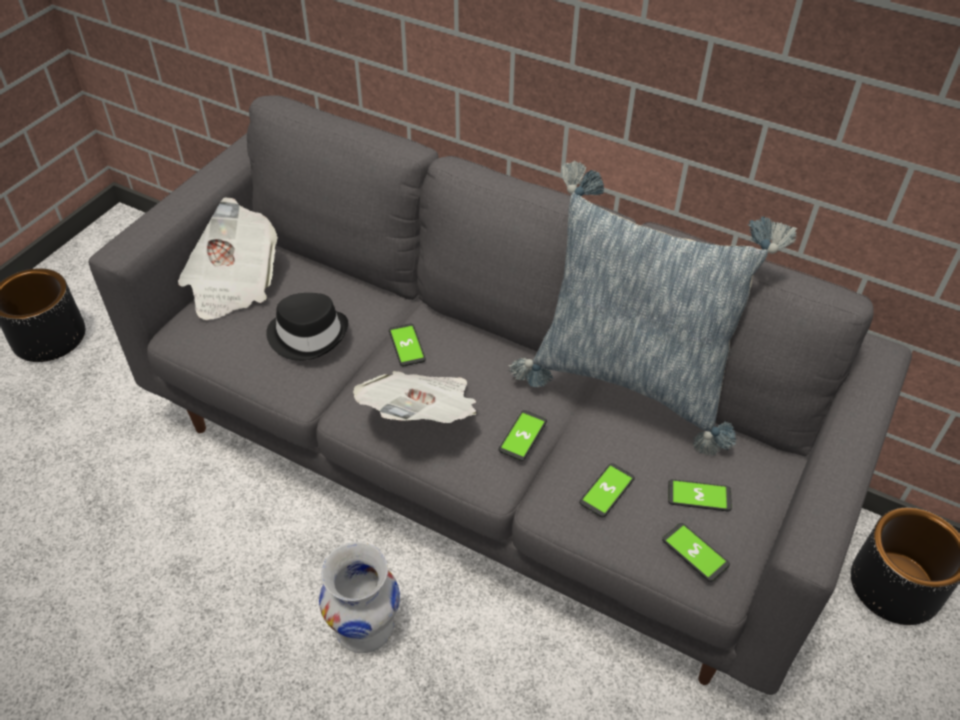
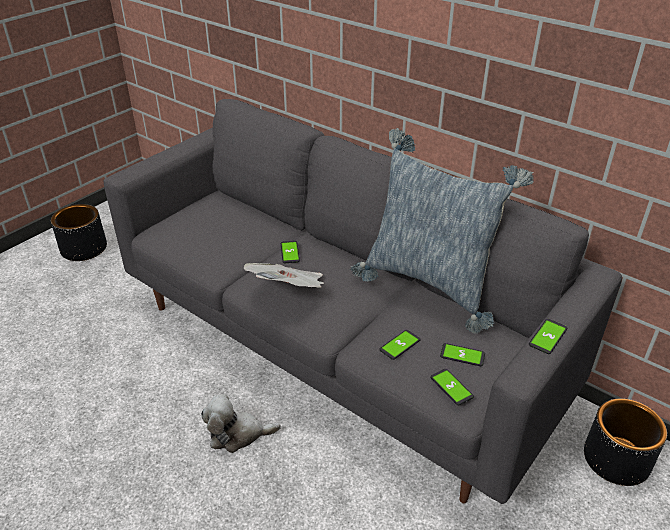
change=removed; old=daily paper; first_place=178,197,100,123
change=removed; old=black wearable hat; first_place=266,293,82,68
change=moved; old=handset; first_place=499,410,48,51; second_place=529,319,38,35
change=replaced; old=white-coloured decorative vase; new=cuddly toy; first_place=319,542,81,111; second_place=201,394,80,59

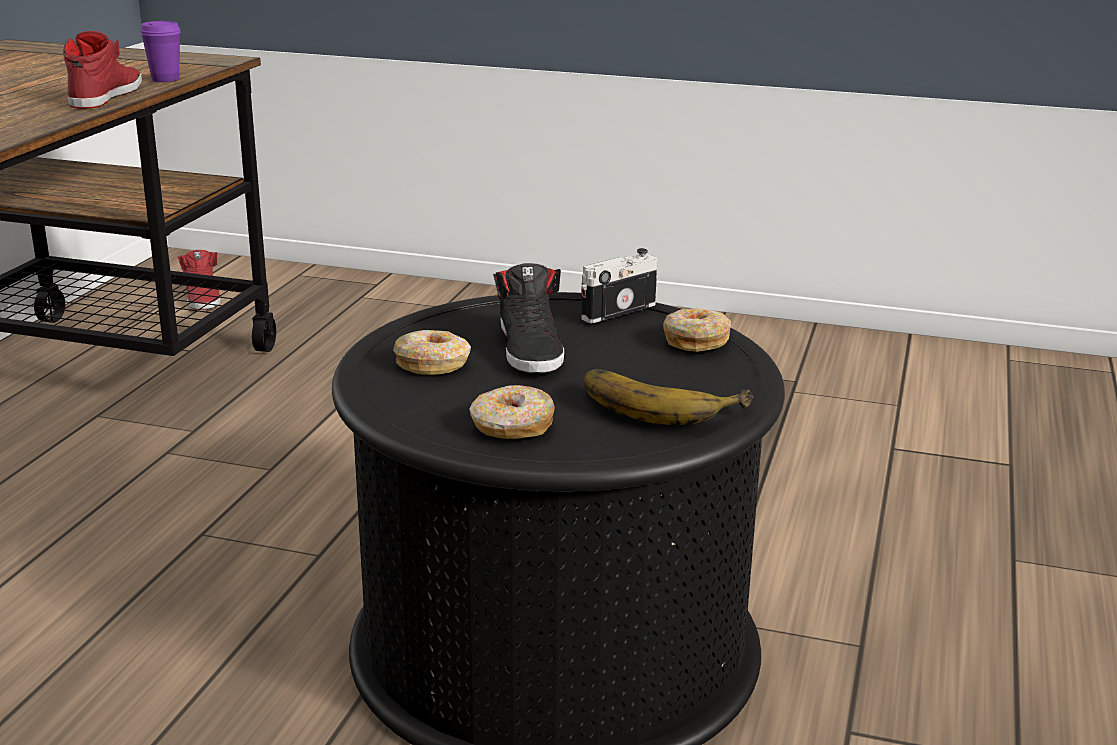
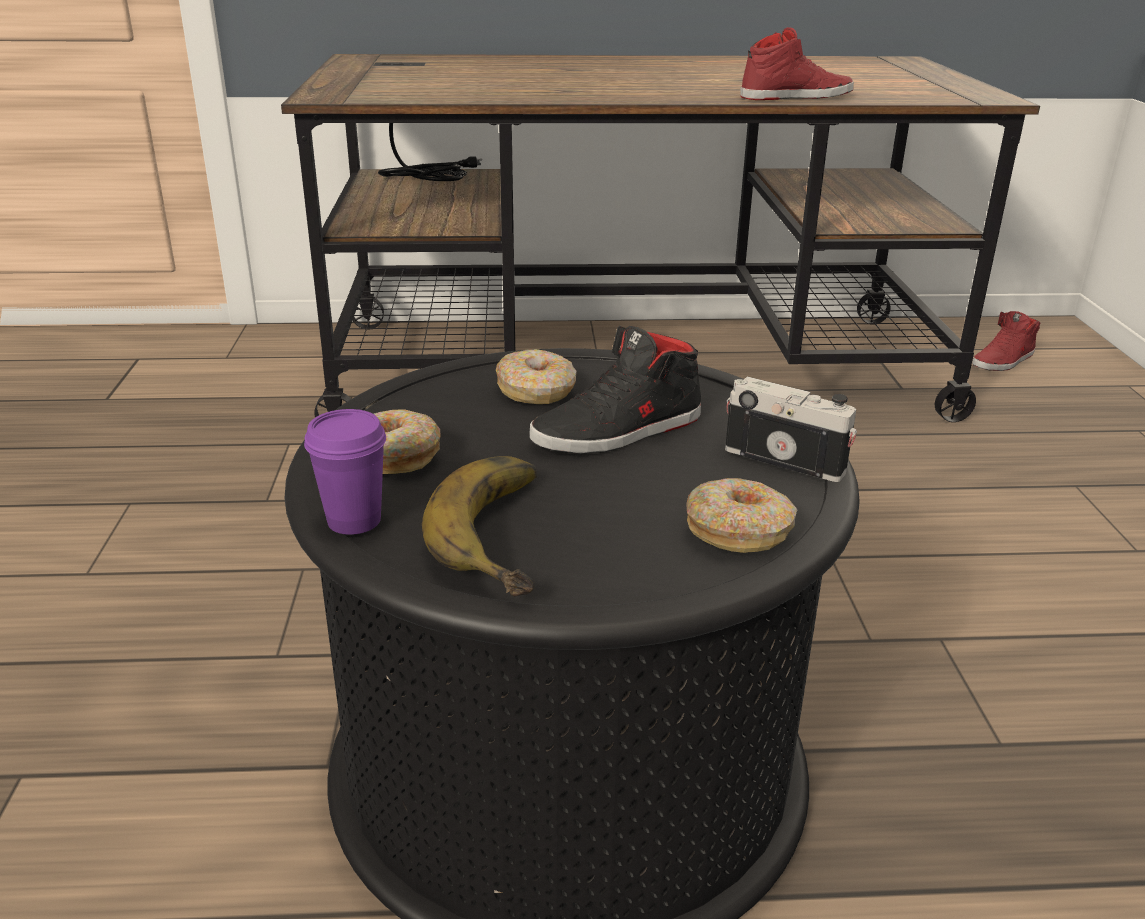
change=moved; old=purple cup; first_place=140,21,41,61; second_place=304,409,82,126

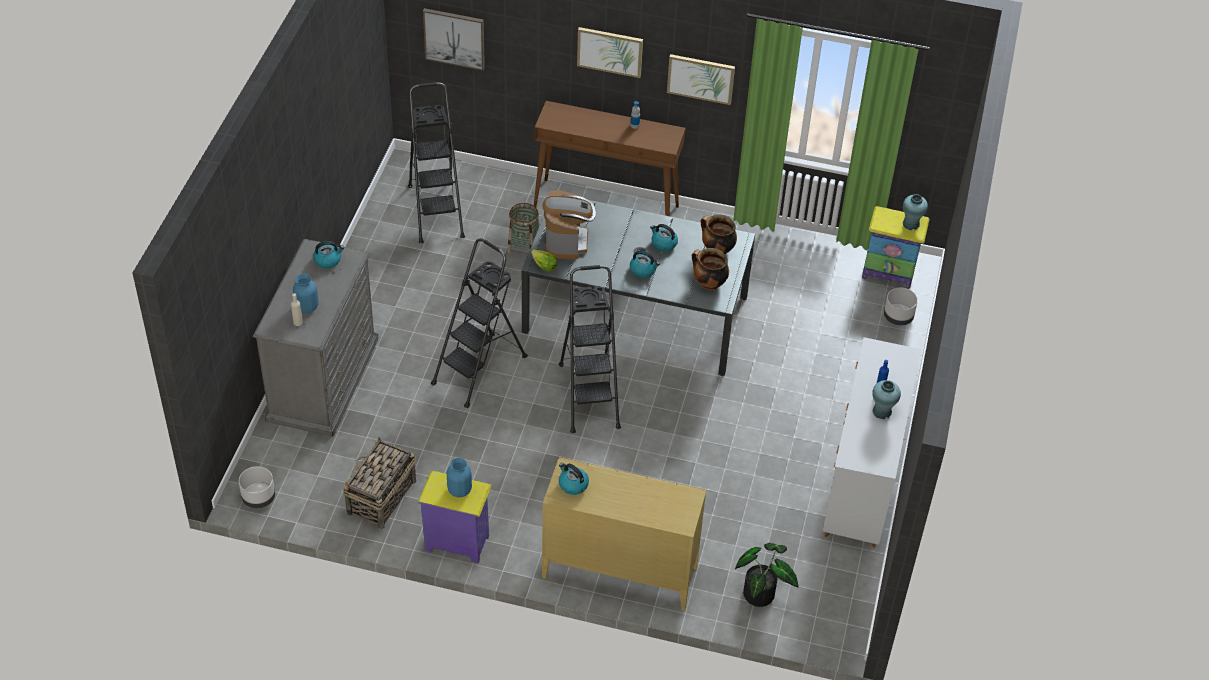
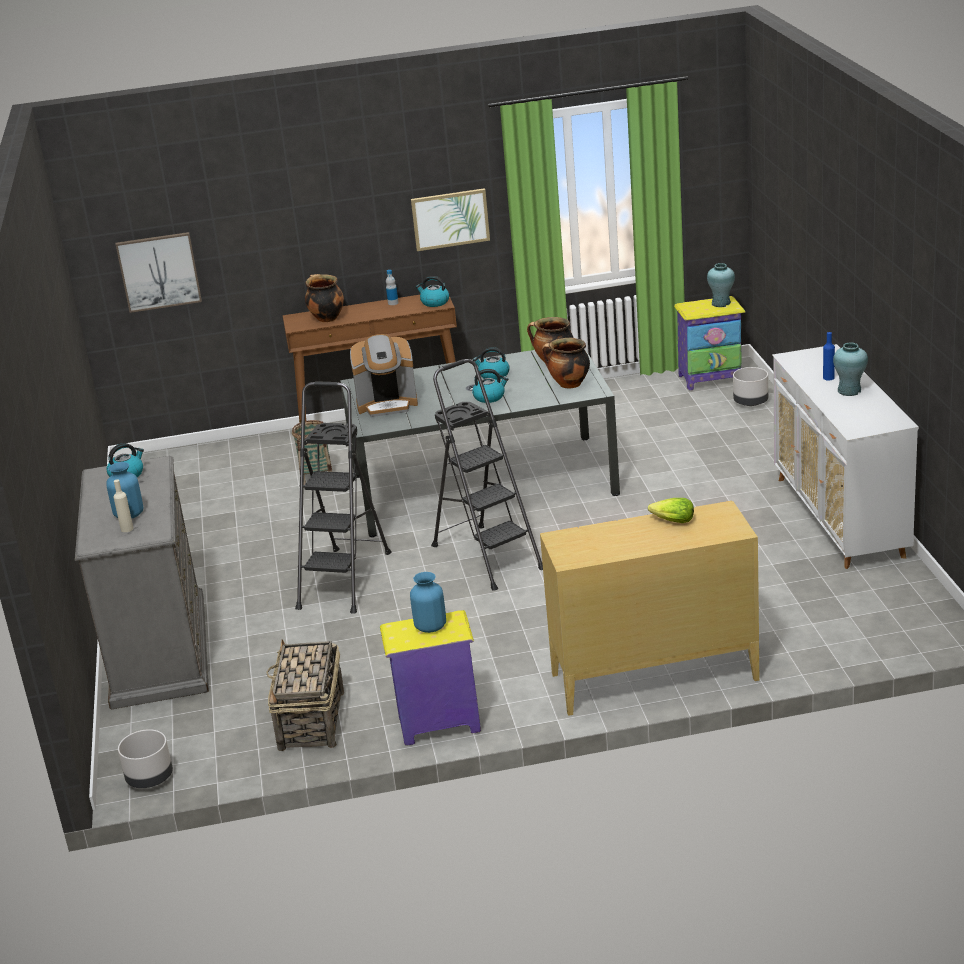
change=removed; old=step ladder; first_place=408,82,57,161
change=removed; old=wall picture; first_place=577,27,66,51
change=removed; old=plant in a pot; first_place=735,543,64,64
change=added; new=saucepot; second_place=305,274,39,48
change=moved; old=lettuce; first_place=531,249,26,22; second_place=648,498,46,25
change=moved; old=kettle; first_place=559,463,30,32; second_place=416,276,33,31
change=turned; old=coffee machine; first_place=542,190,54,69; second_place=350,334,68,83; degrees=105

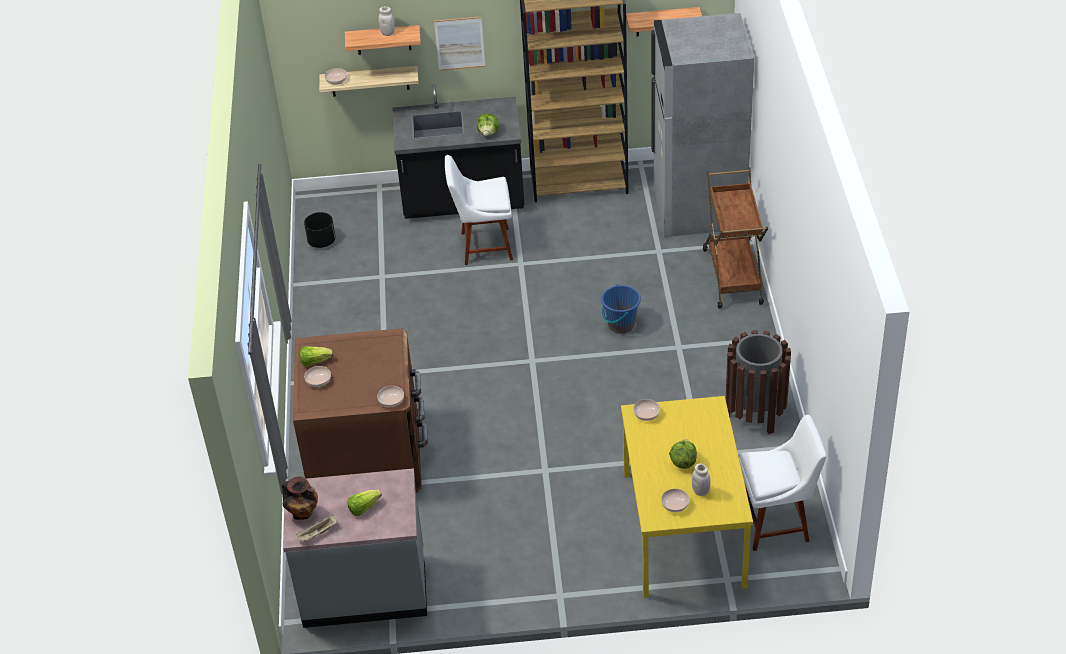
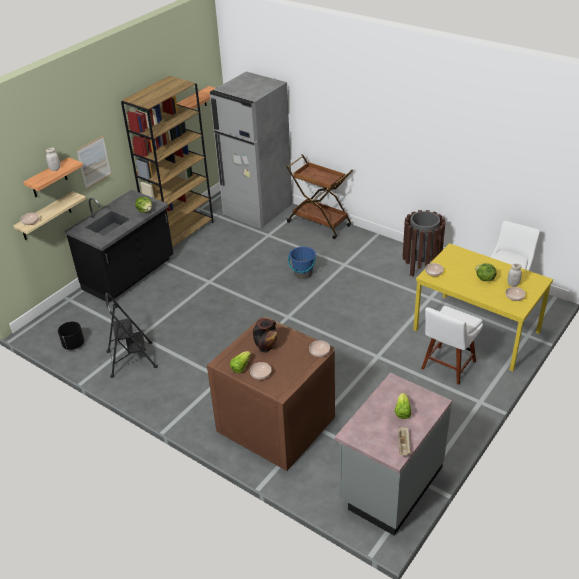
change=added; new=black step ladder; second_place=105,293,53,85
change=moved; old=decorative vase; first_place=282,477,36,43; second_place=253,318,25,35
change=moved; old=white-coloured upright chair; first_place=445,155,68,110; second_place=421,306,62,79

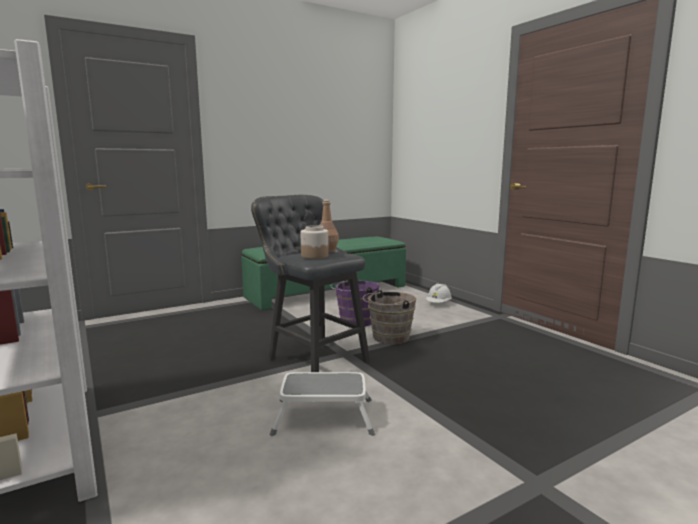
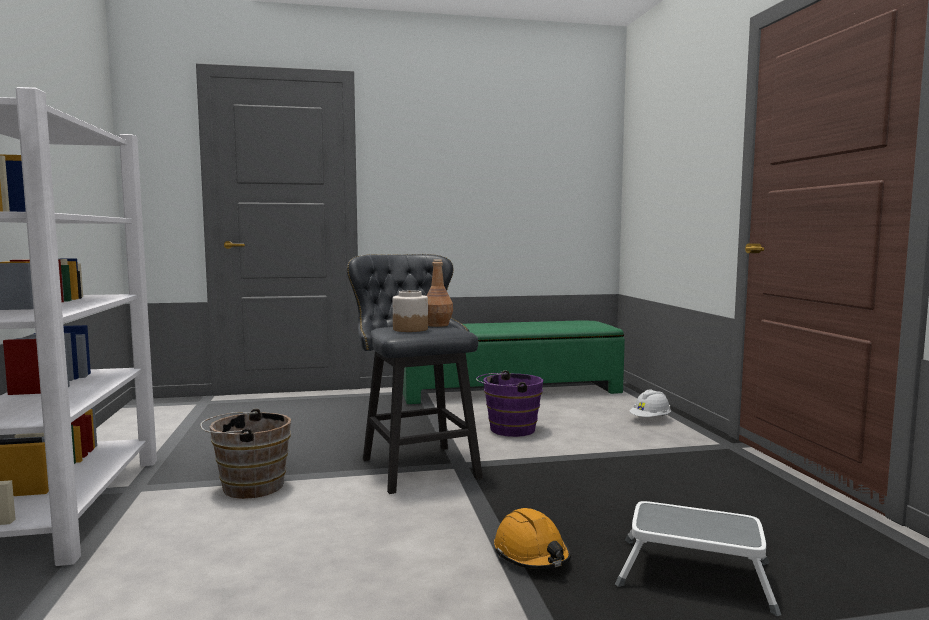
change=added; new=orangey work helmet; second_place=494,508,77,61
change=moved; old=gray step ladder; first_place=270,372,105,64; second_place=615,501,166,115
change=moved; old=brown-coloured pail; first_place=363,290,53,54; second_place=200,409,91,90

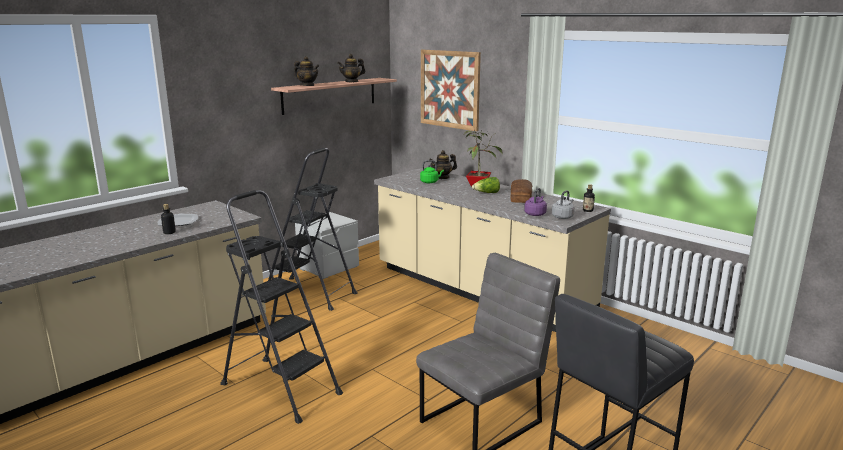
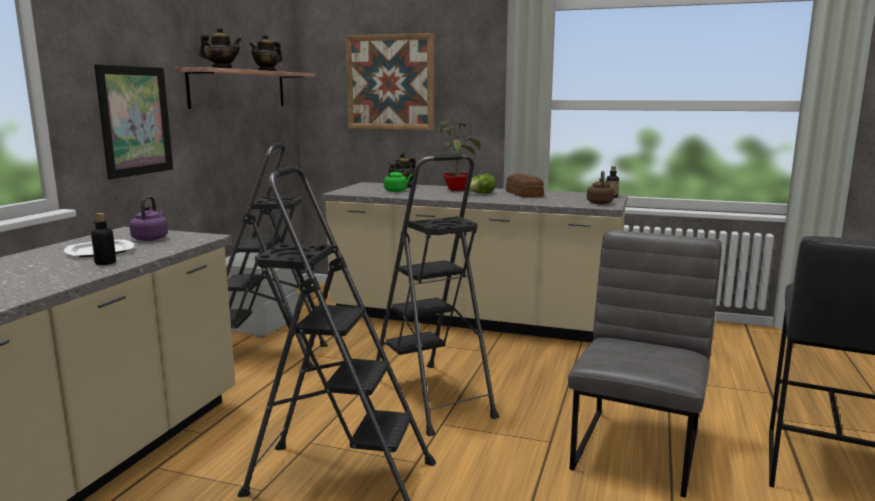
change=added; new=wall picture; second_place=94,64,79,115
change=added; new=step ladder; second_place=376,153,123,283
change=moved; old=purple kettle; first_place=524,188,23,28; second_place=129,196,39,45
change=recoloured; old=gray kettle; new=brown-coloured kettle; first_place=552,190,23,29; second_place=587,171,27,33

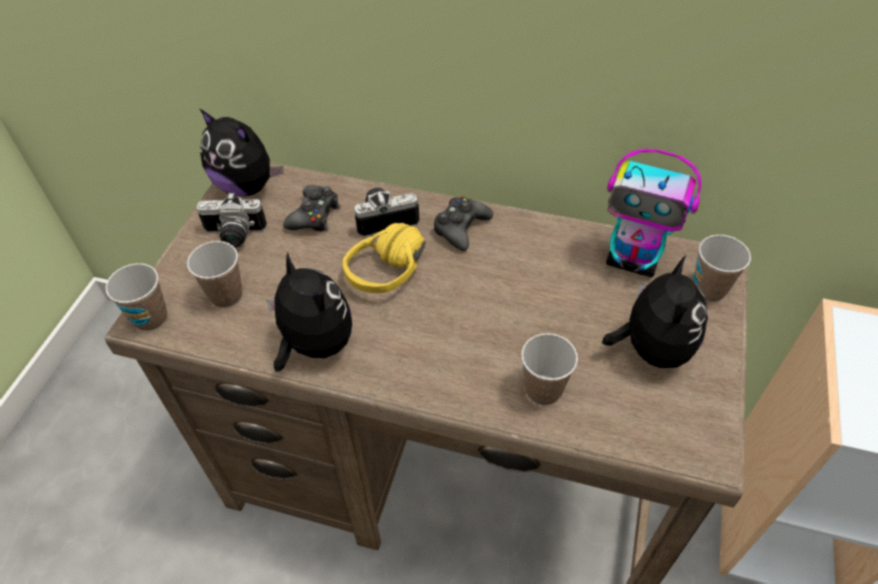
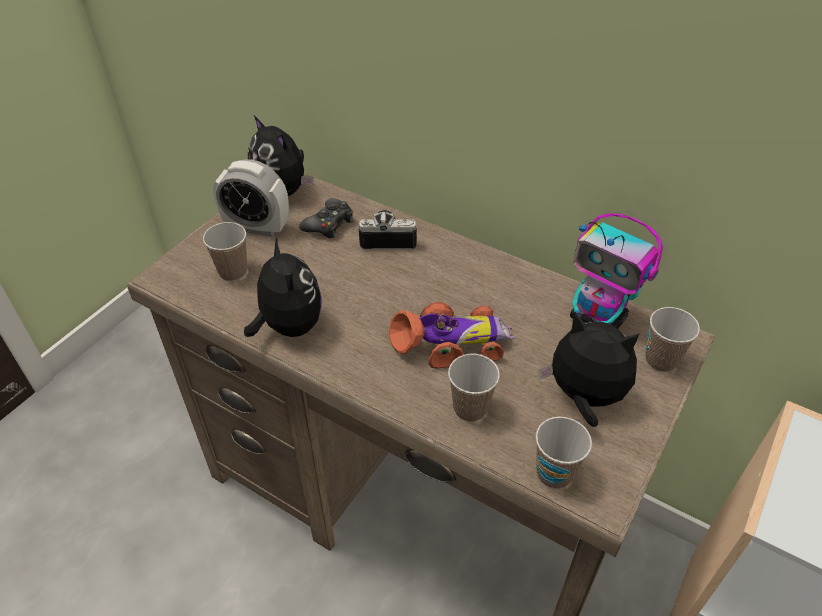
change=removed; old=yellow pair of headphones; first_place=343,223,82,70
change=removed; old=black joypad; first_place=433,196,60,55
change=added; new=toy car; second_place=389,302,126,66
change=moved; old=cup; first_place=106,263,61,68; second_place=536,417,56,72
change=replaced; old=still camera; new=table clock; first_place=196,192,71,56; second_place=213,159,76,78
change=turned; old=cuddly toy; first_place=602,255,106,113; second_place=539,312,101,115; degrees=-90

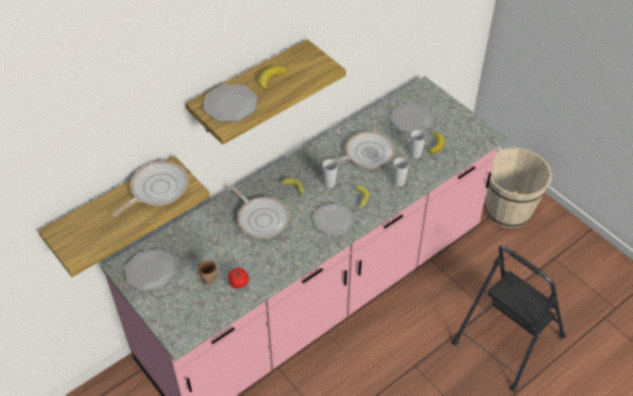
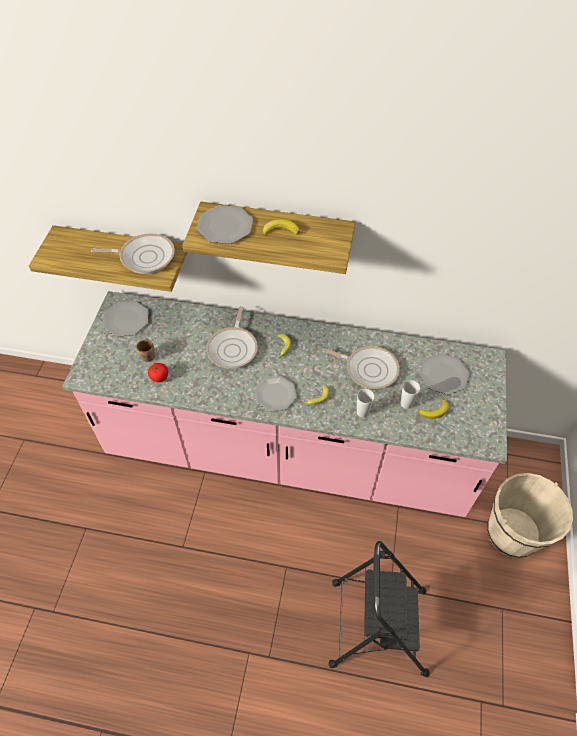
change=removed; old=cup; first_place=322,159,16,29

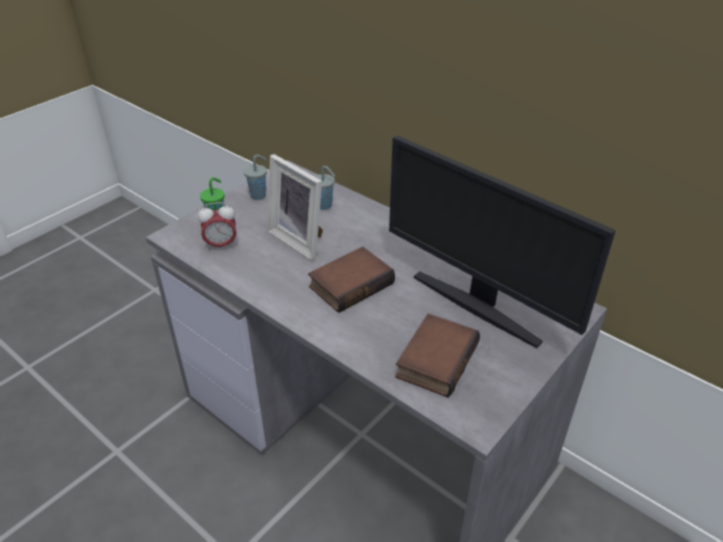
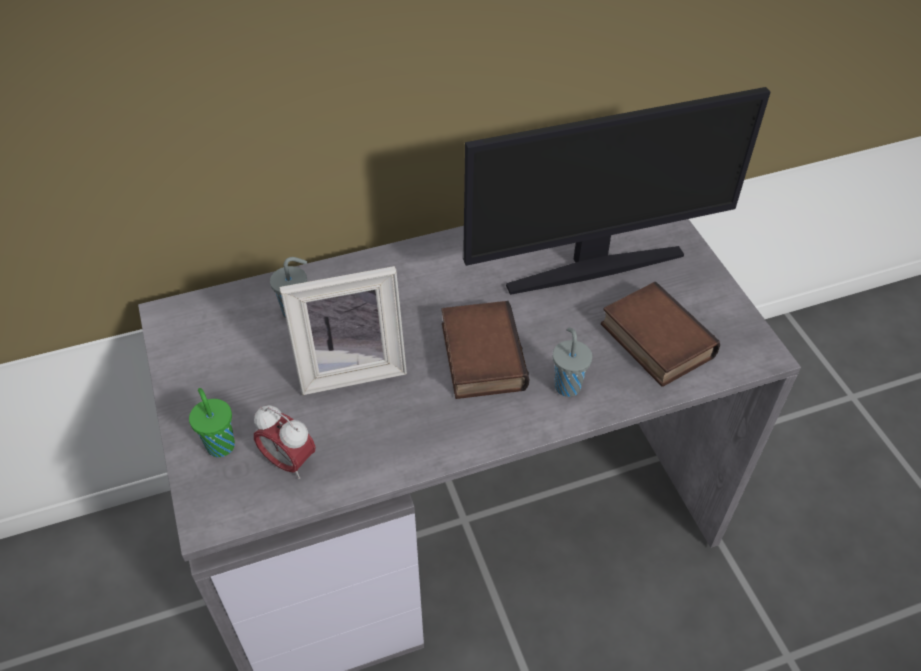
change=moved; old=gray cup; first_place=244,155,23,45; second_place=553,328,39,69
change=turned; old=table clock; first_place=198,202,38,48; second_place=254,405,62,74; degrees=105

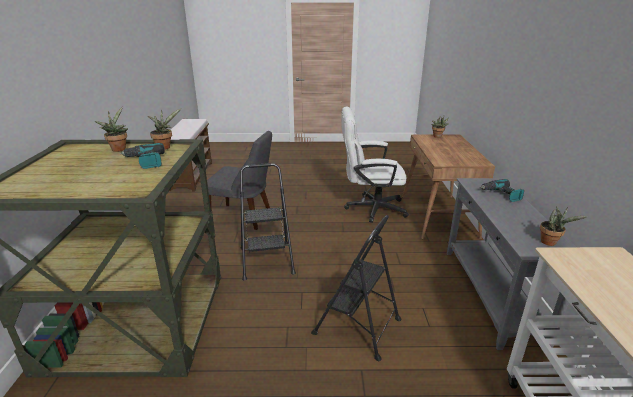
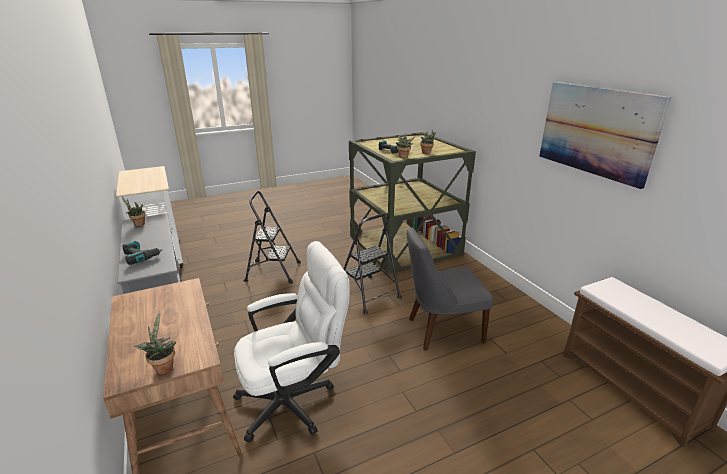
change=added; new=wall picture; second_place=539,82,133,107

